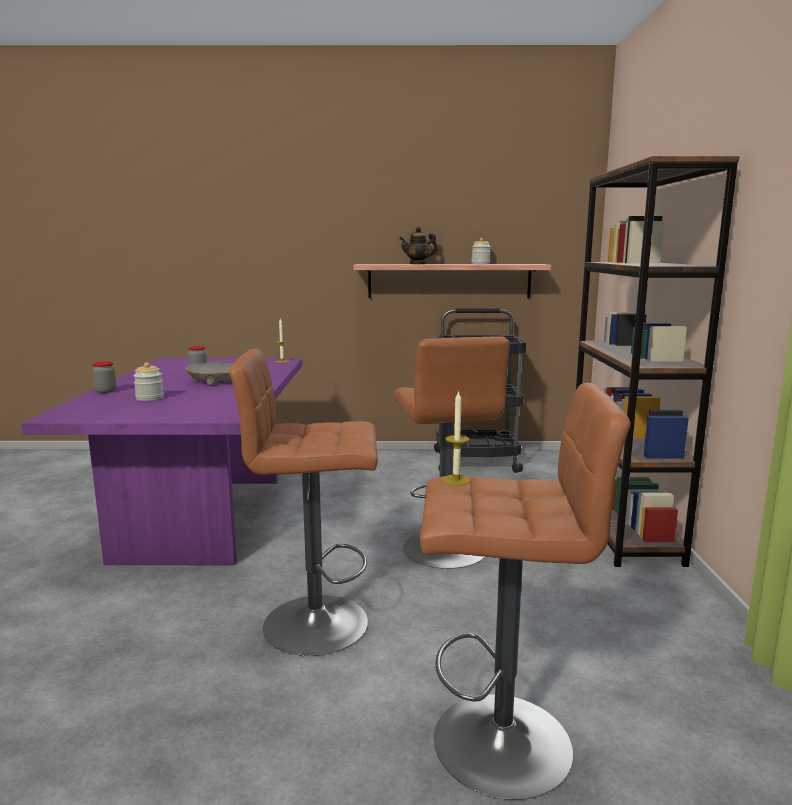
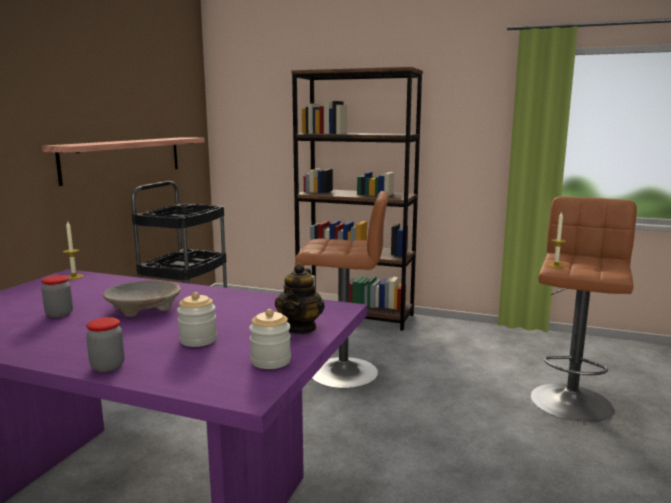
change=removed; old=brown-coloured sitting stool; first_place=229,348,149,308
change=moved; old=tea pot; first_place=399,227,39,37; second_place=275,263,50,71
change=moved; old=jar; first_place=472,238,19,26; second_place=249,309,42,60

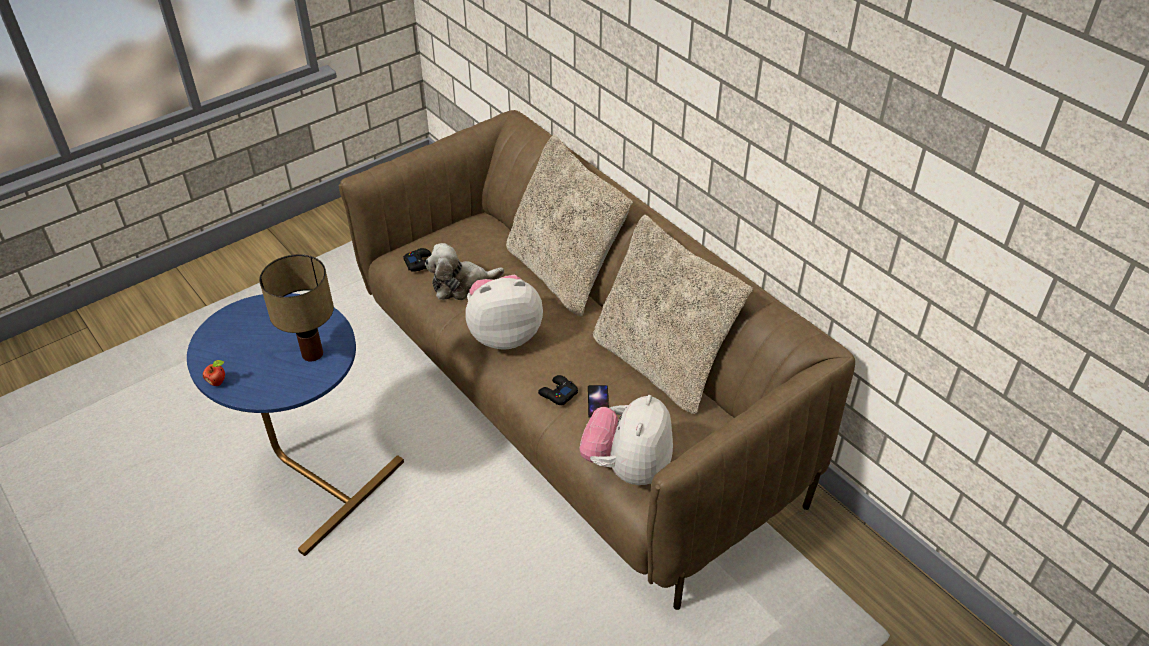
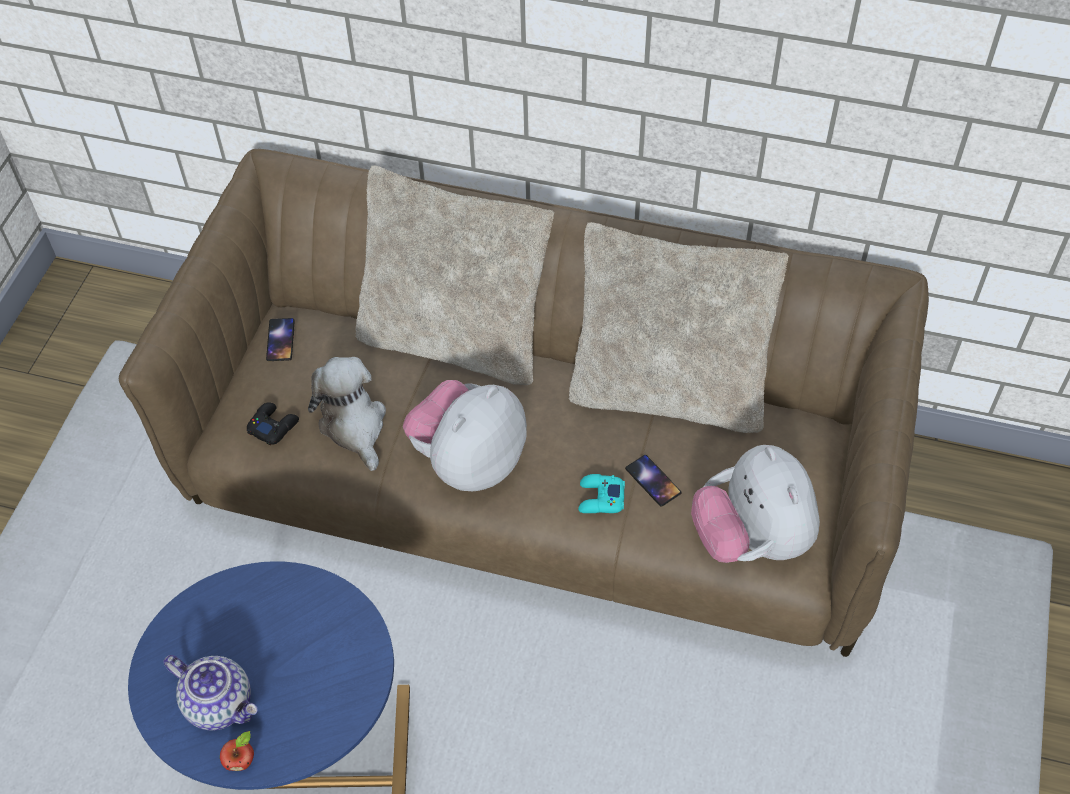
change=removed; old=tabletop lamp; first_place=259,254,75,108
change=added; new=tea pot; second_place=163,655,95,76
change=added; new=handset; second_place=266,318,29,43
change=recoloured; old=black joypad; new=blue-green joypad; first_place=538,375,40,30; second_place=578,474,47,39
change=turned; old=cuddly toy; first_place=425,243,79,57; second_place=308,357,78,114; degrees=120

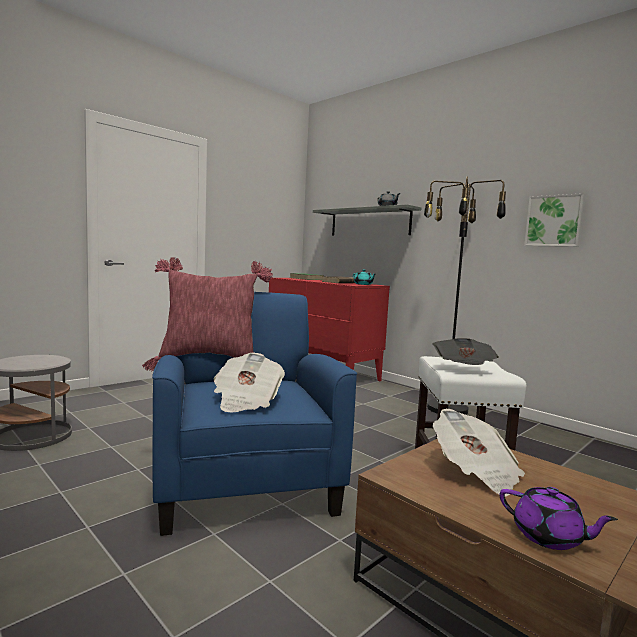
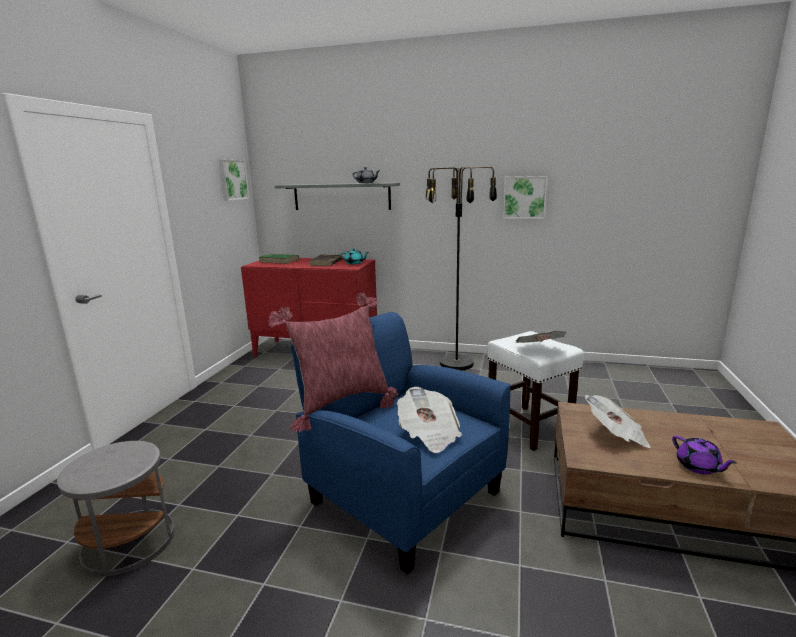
change=added; new=wall picture; second_place=219,160,30,41
change=turned; old=purple tea pot; first_place=500,487,118,63; second_place=672,435,65,39; degrees=60

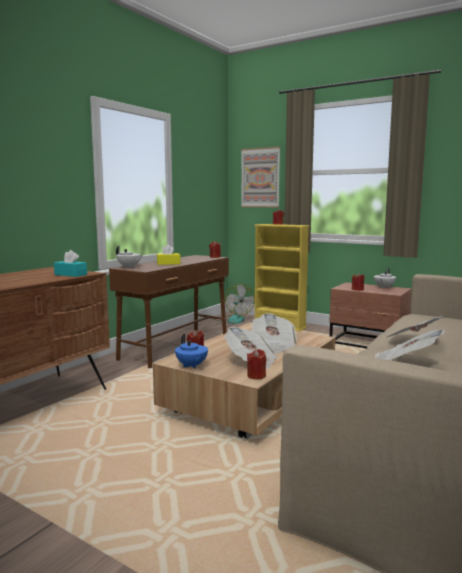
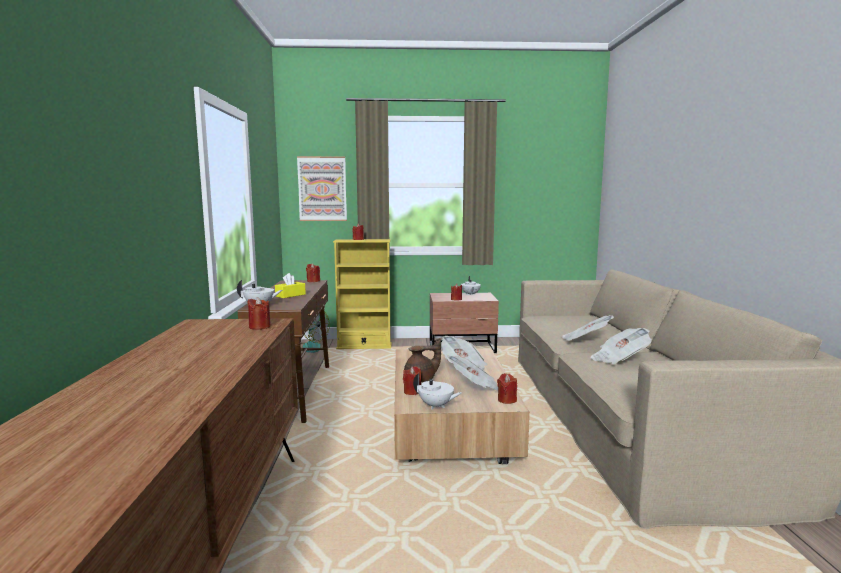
change=added; new=brown-coloured tea pot; second_place=404,338,37,44
change=replaced; old=blue-green tissue holder; new=reddish wax candle; first_place=54,250,33,27; second_place=247,297,24,33
change=recoloured; old=blue-coloured tea pot; new=white-coloured tea pot; first_place=175,334,33,35; second_place=413,373,49,37

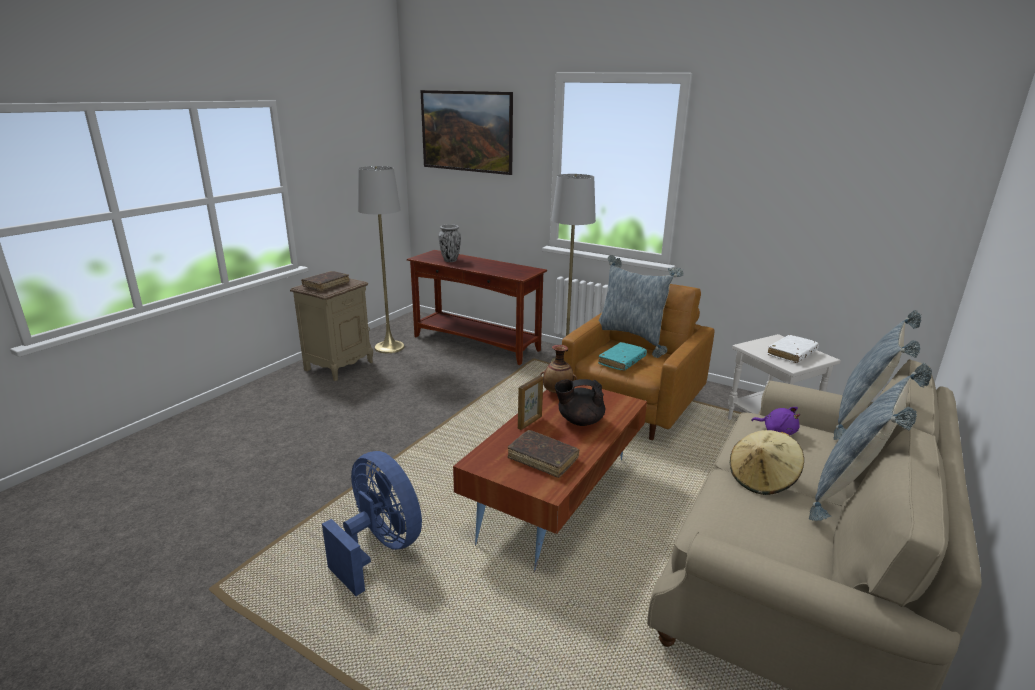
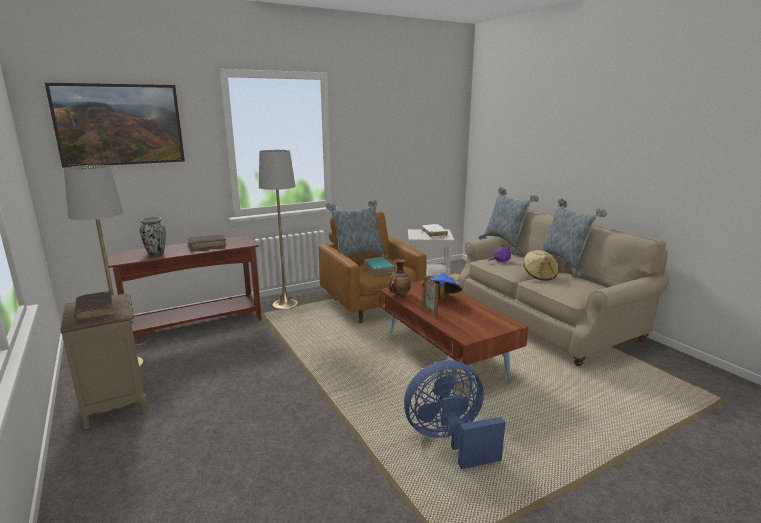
change=moved; old=brown-coloured volume; first_place=507,430,72,48; second_place=188,234,38,16
change=replaced; old=black tea pot; new=blue-coloured wearable hat; first_place=555,379,50,47; second_place=423,273,39,27

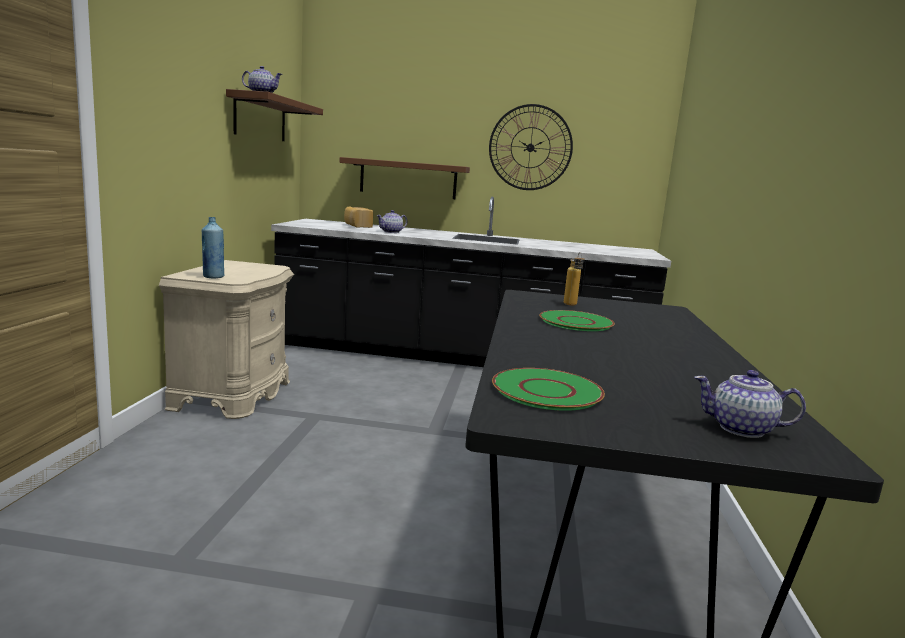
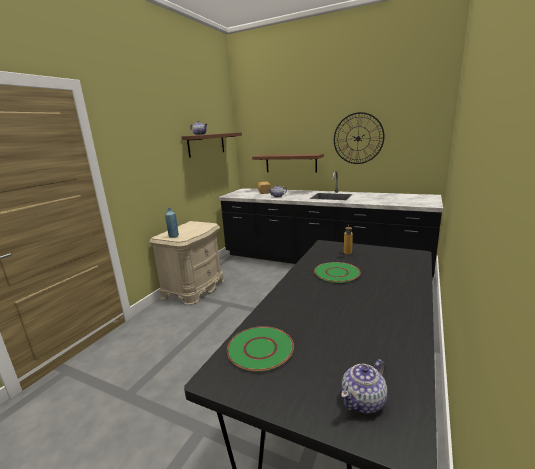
change=turned; old=tea pot; first_place=694,370,112,68; second_place=341,359,46,54; degrees=-75

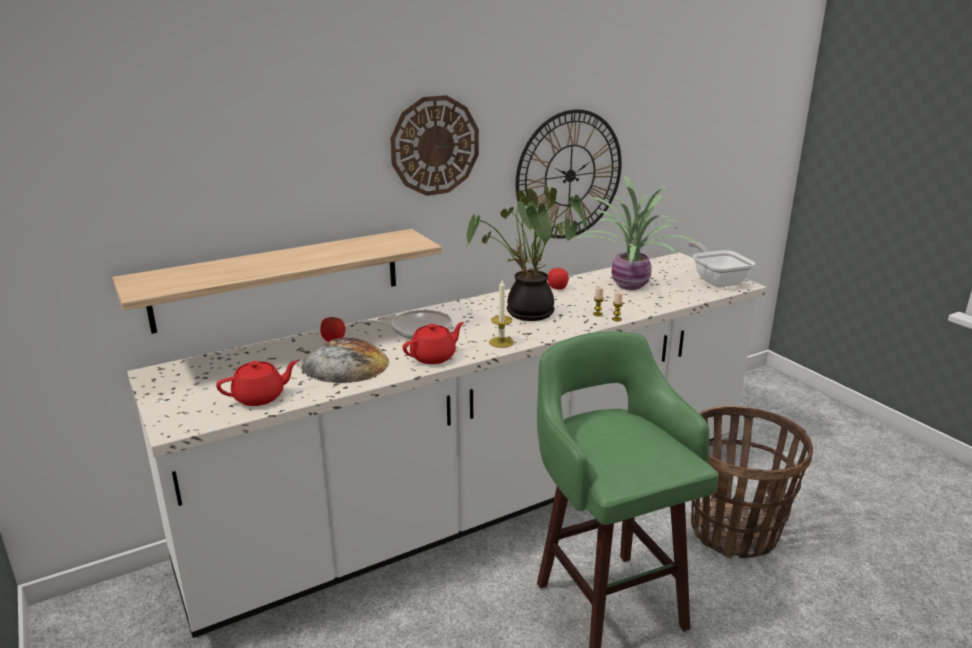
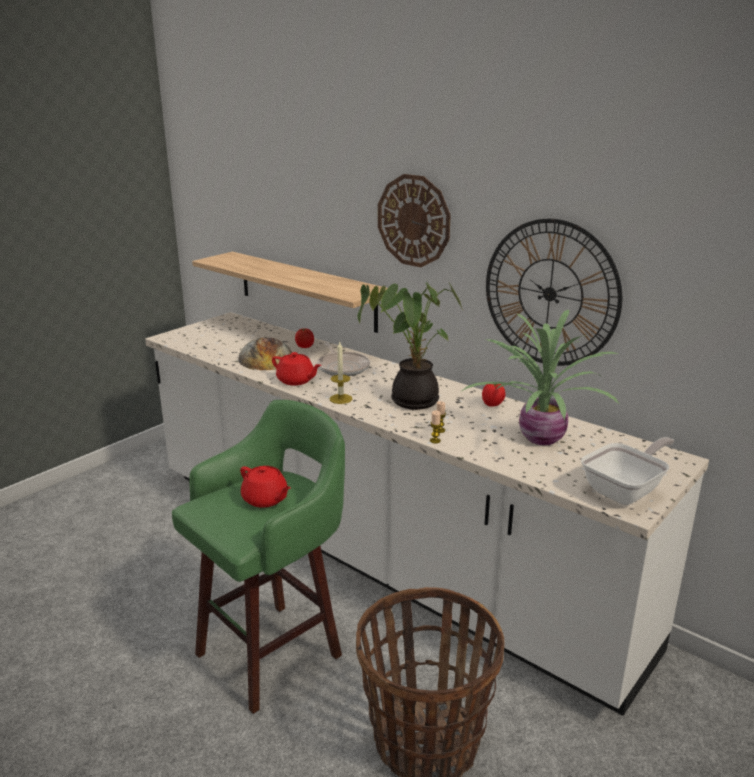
change=moved; old=reddish tea pot; first_place=216,360,83,46; second_place=240,466,50,42

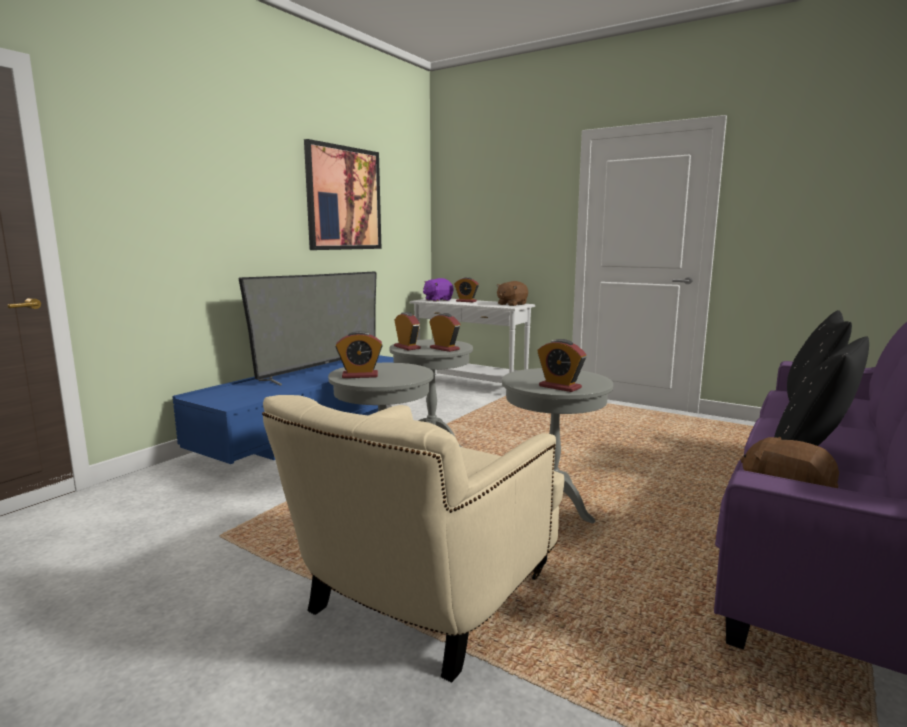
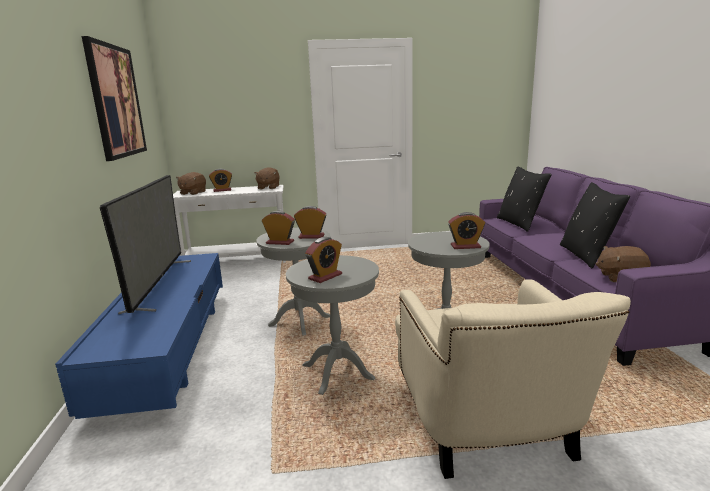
change=recoloured; old=purple cuddly toy; new=brown-coloured cuddly toy; first_place=423,278,30,24; second_place=176,172,30,23

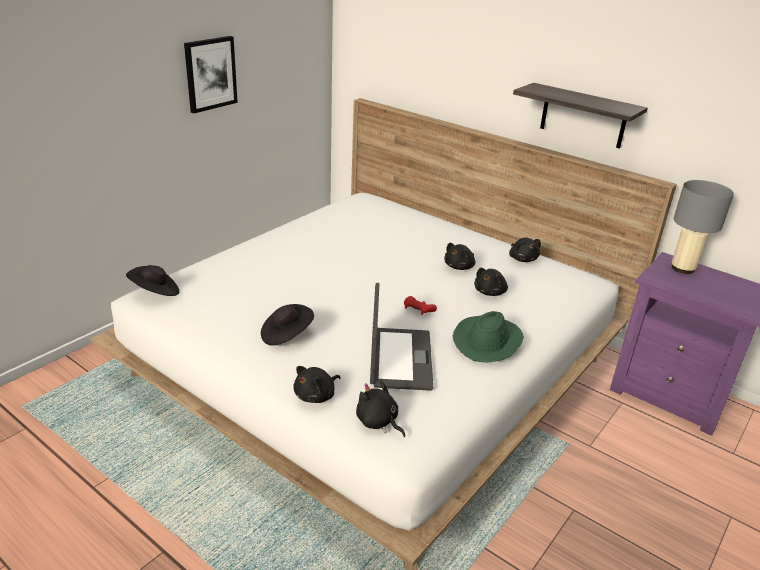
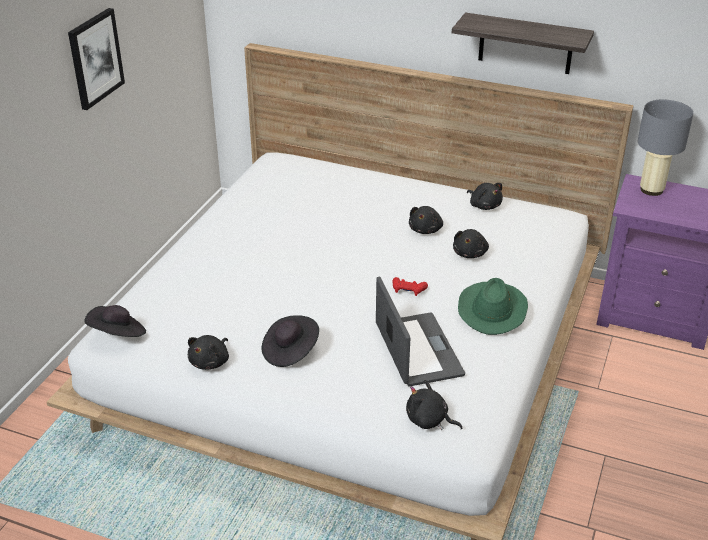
change=moved; old=black cuddly toy; first_place=293,366,48,37; second_place=188,335,41,35

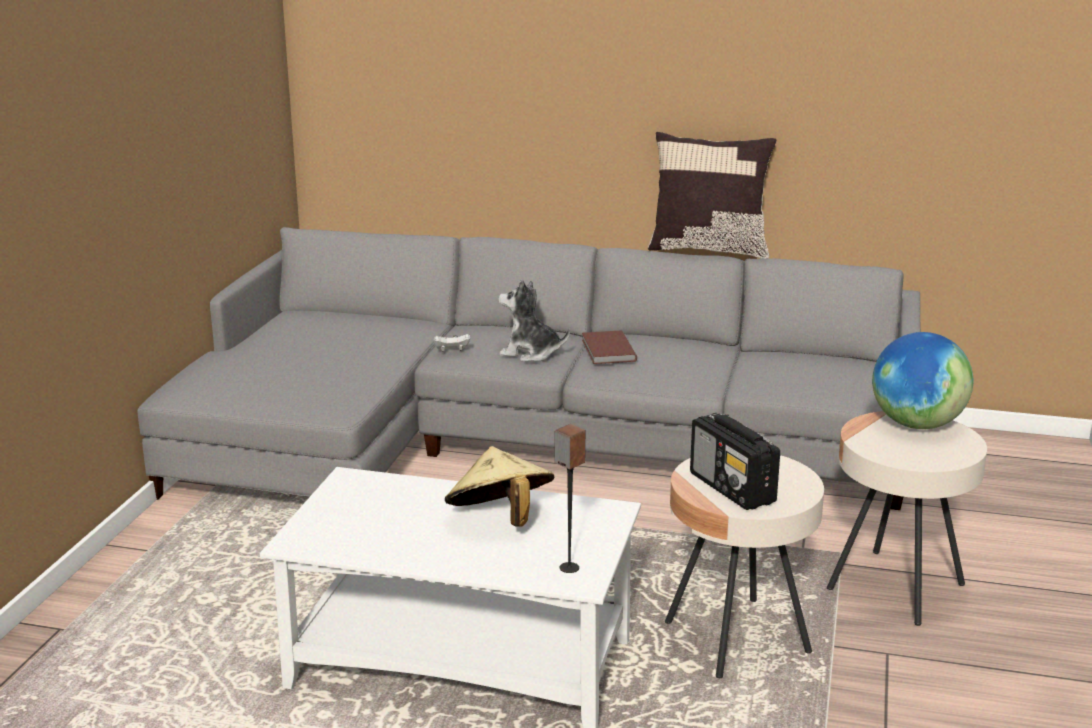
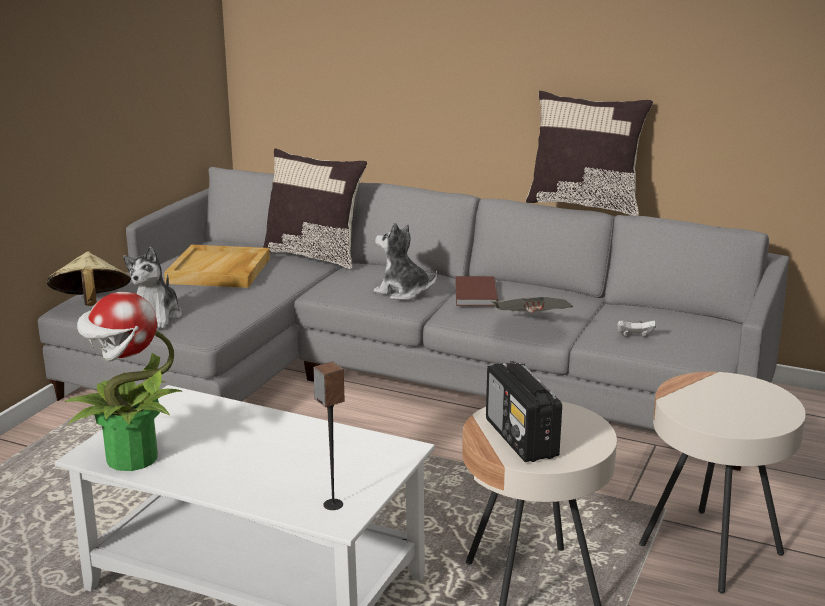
change=removed; old=desk globe; first_place=872,332,101,97
change=added; new=plant in a pot; second_place=65,292,118,179
change=added; new=cuddly toy; second_place=123,247,59,81
change=added; new=beige-coloured serving tray; second_place=164,245,106,43
change=added; new=throw pillow; second_place=263,148,104,121
change=added; new=daily paper; second_place=492,297,81,16
change=moved; old=white-coloured joypad; first_place=434,334,36,18; second_place=617,320,39,17
change=moved; old=beige-coloured wearable hat; first_place=445,446,109,81; second_place=47,252,84,54

